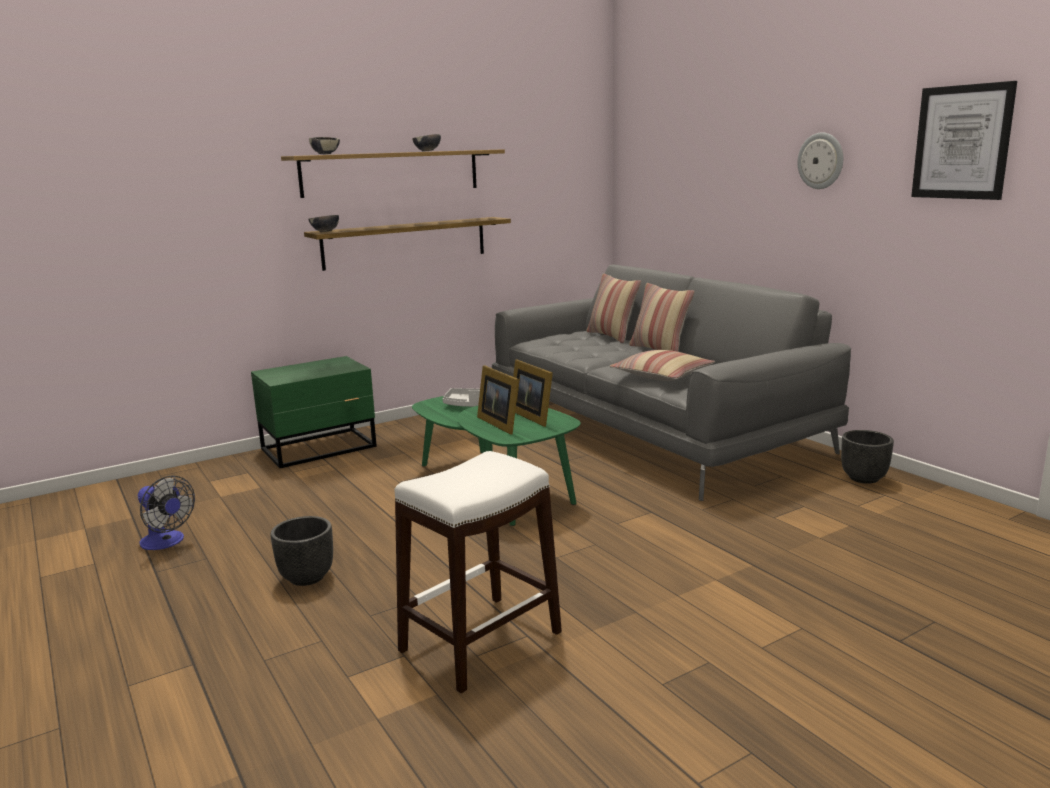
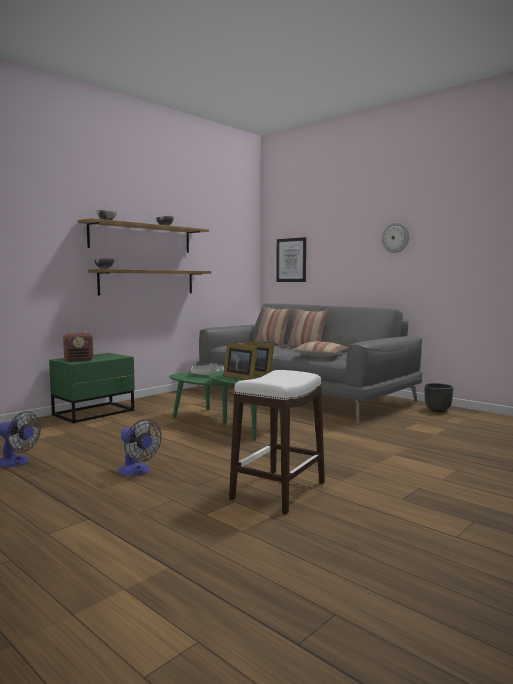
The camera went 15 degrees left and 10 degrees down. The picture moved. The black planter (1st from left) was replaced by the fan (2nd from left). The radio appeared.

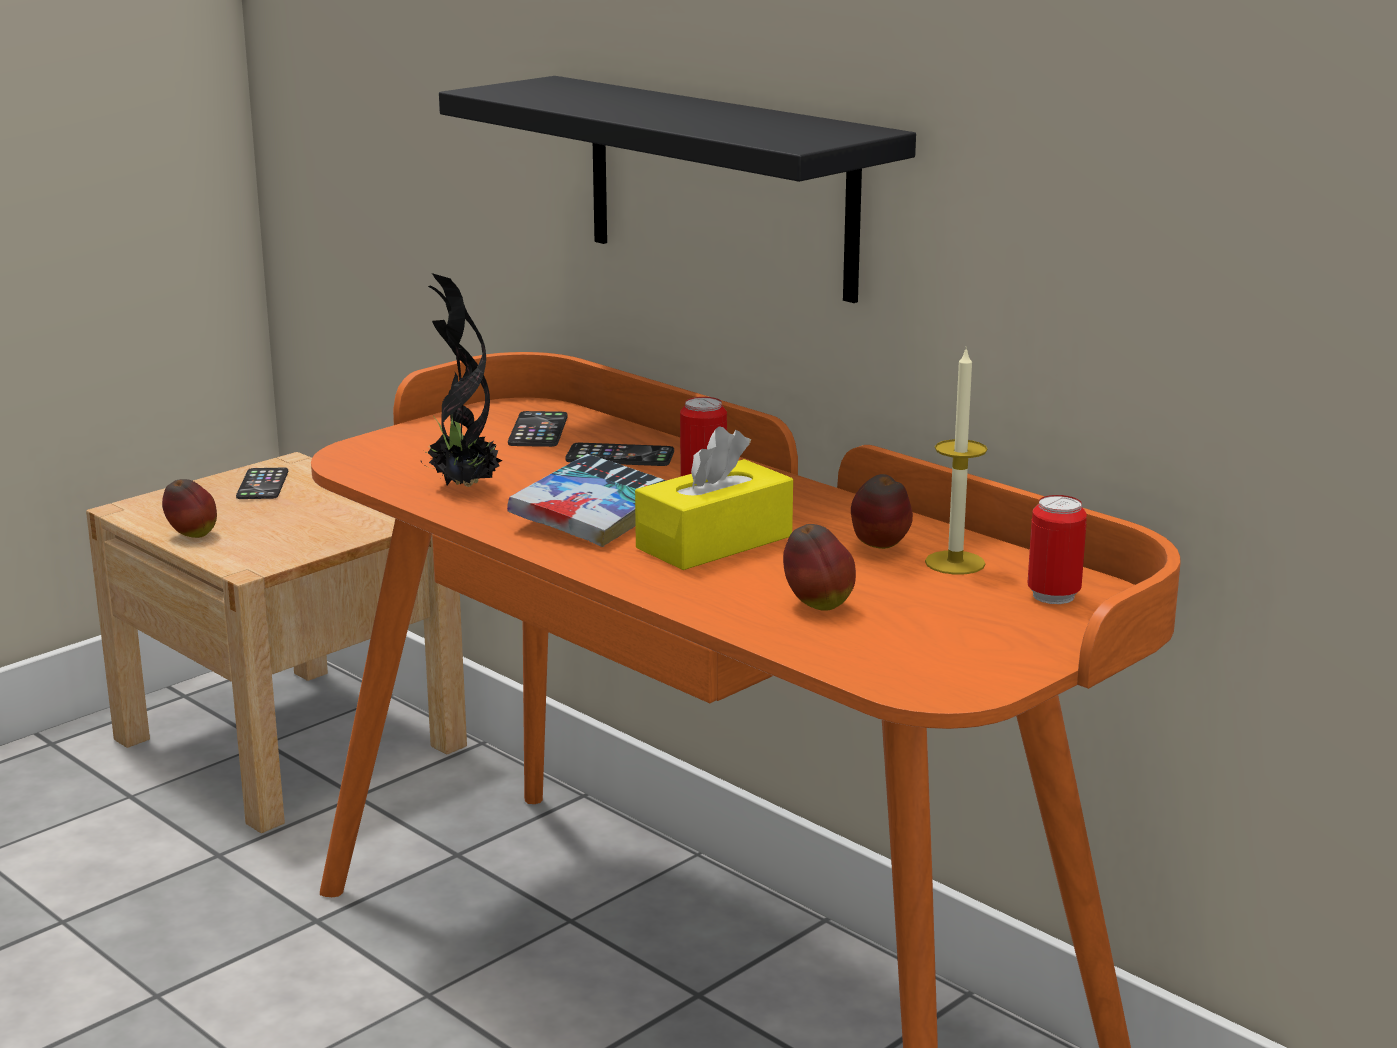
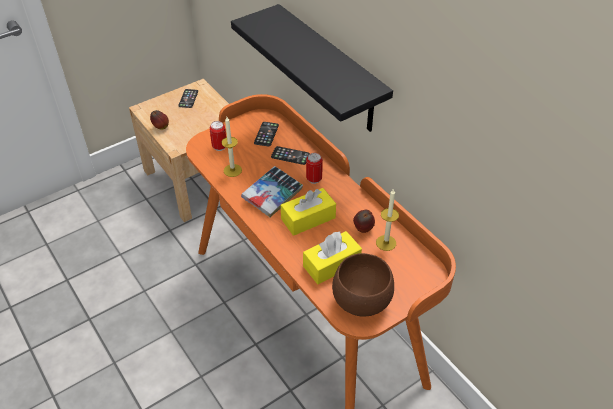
The camera went 10 degrees right and 25 degrees up. The potted plant was replaced by the candle (1st from left). The can (2nd from left in the first image) moved. The apple (2nd from left) was replaced by the yellow tissue box (2nd from left). The brown bowl appeared.

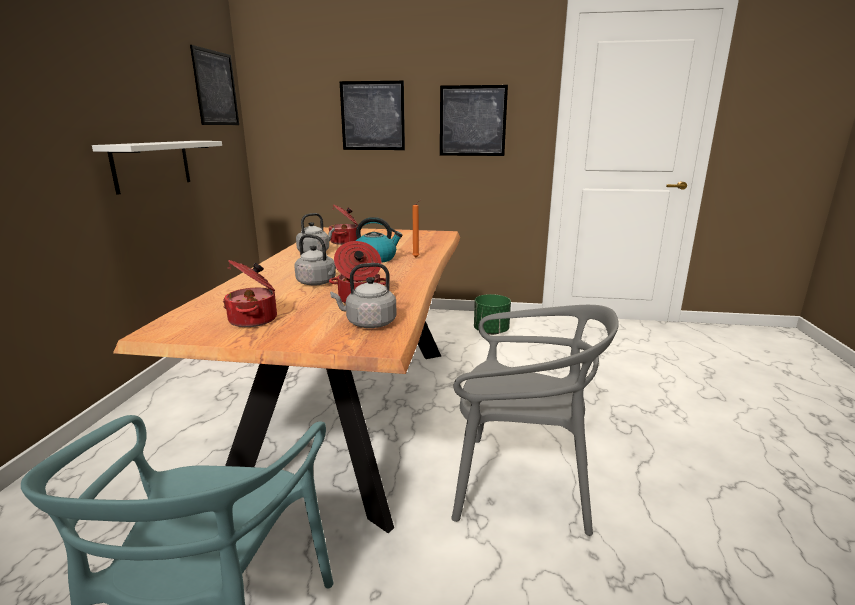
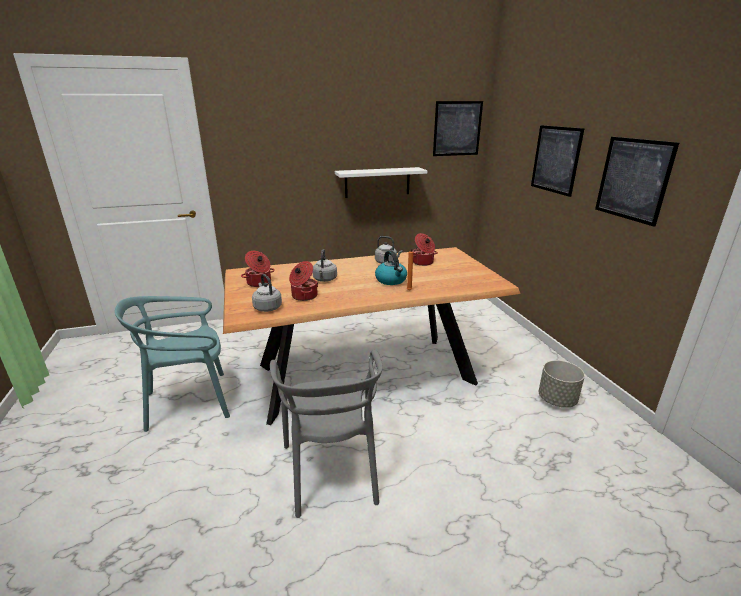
The camera went 65 degrees right and 5 degrees up. The green planter became the grey planter.

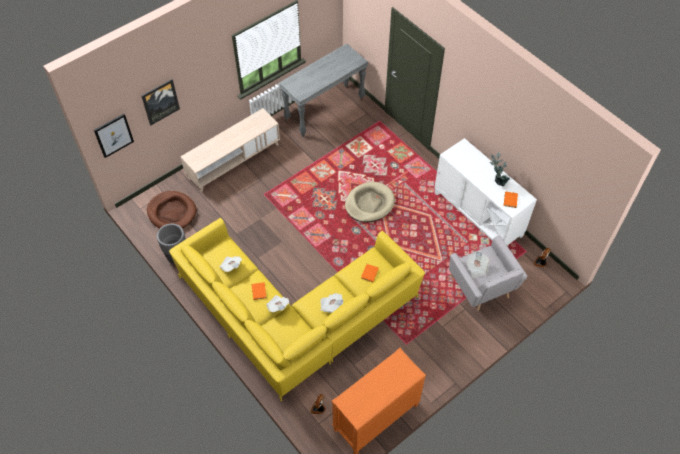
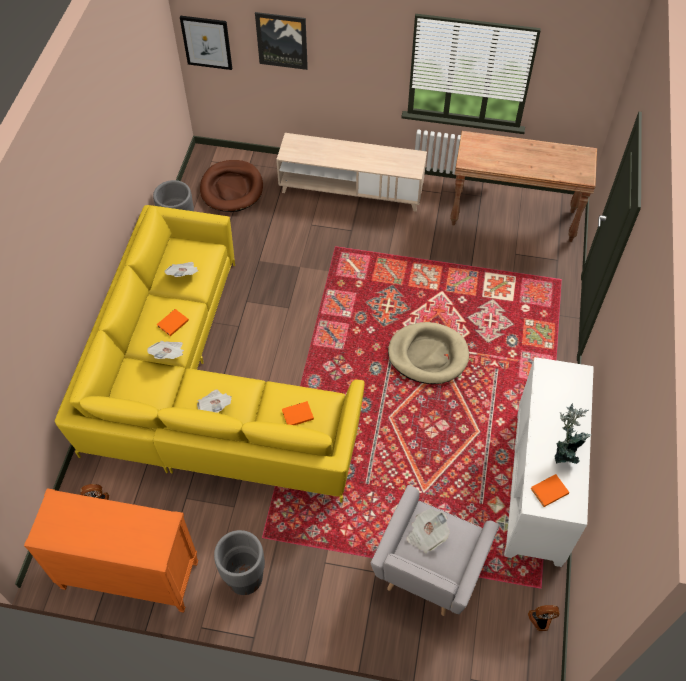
The camera went 50 degrees right and 0 degrees up. The grey console table became the brown console table. The grey planter (2nd from left) appeared.

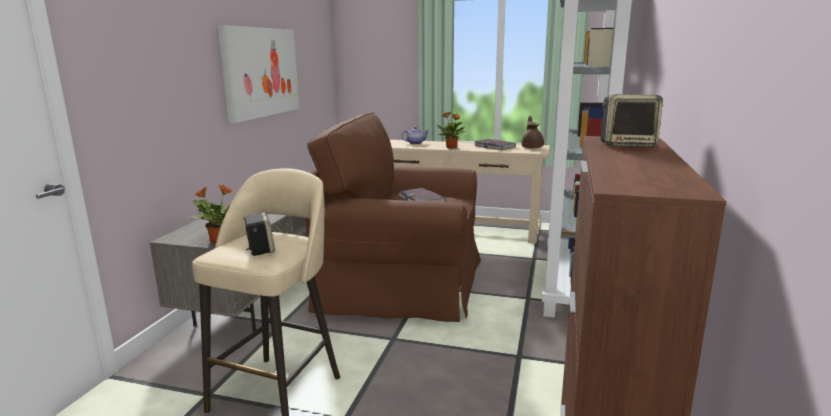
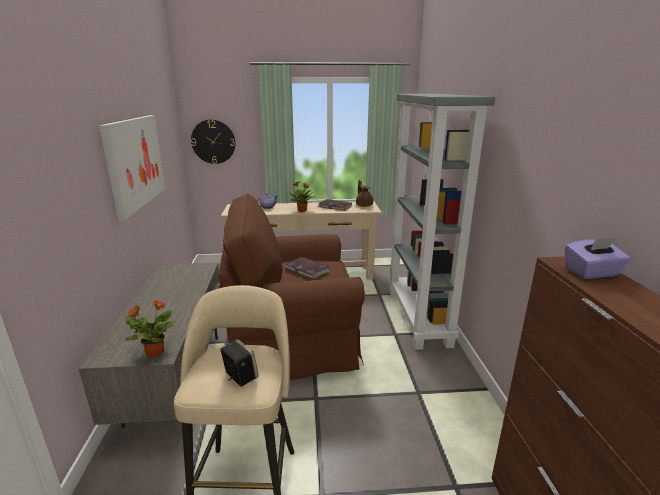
The camera went 20 degrees left and 5 degrees up. The speaker (2nd from left) was replaced by the purple tissue box. The wall clock appeared.

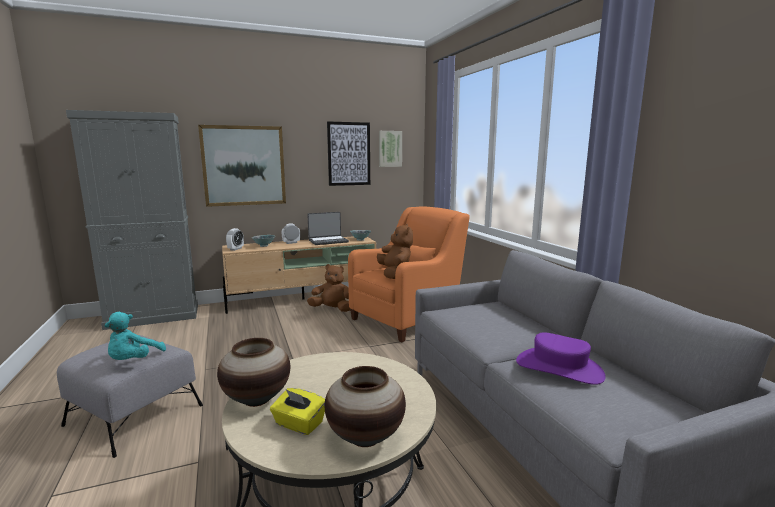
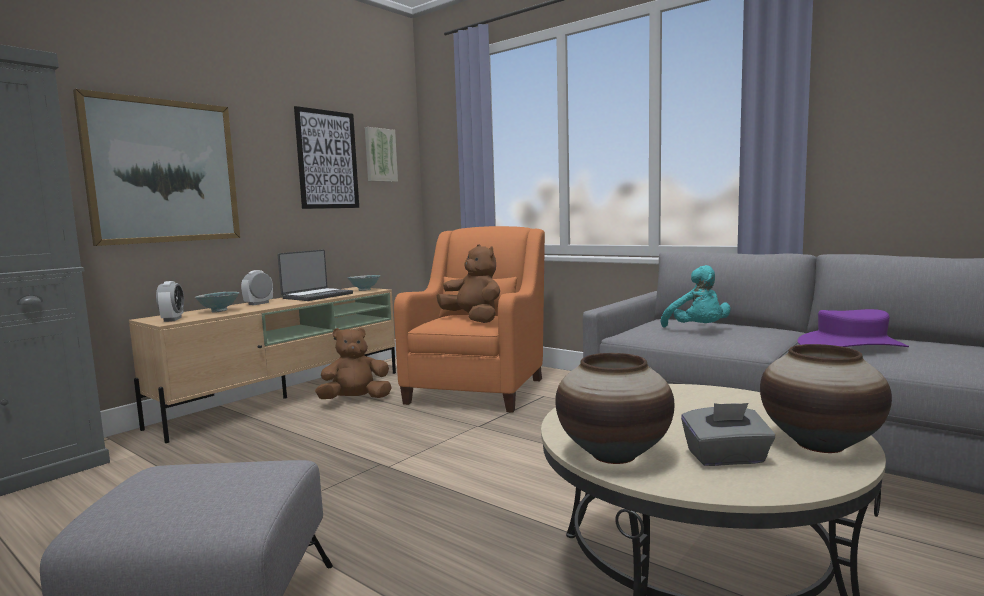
The camera went 30 degrees left and 5 degrees down. The turquoise plush toy moved. The yellow tissue box became the grey tissue box.

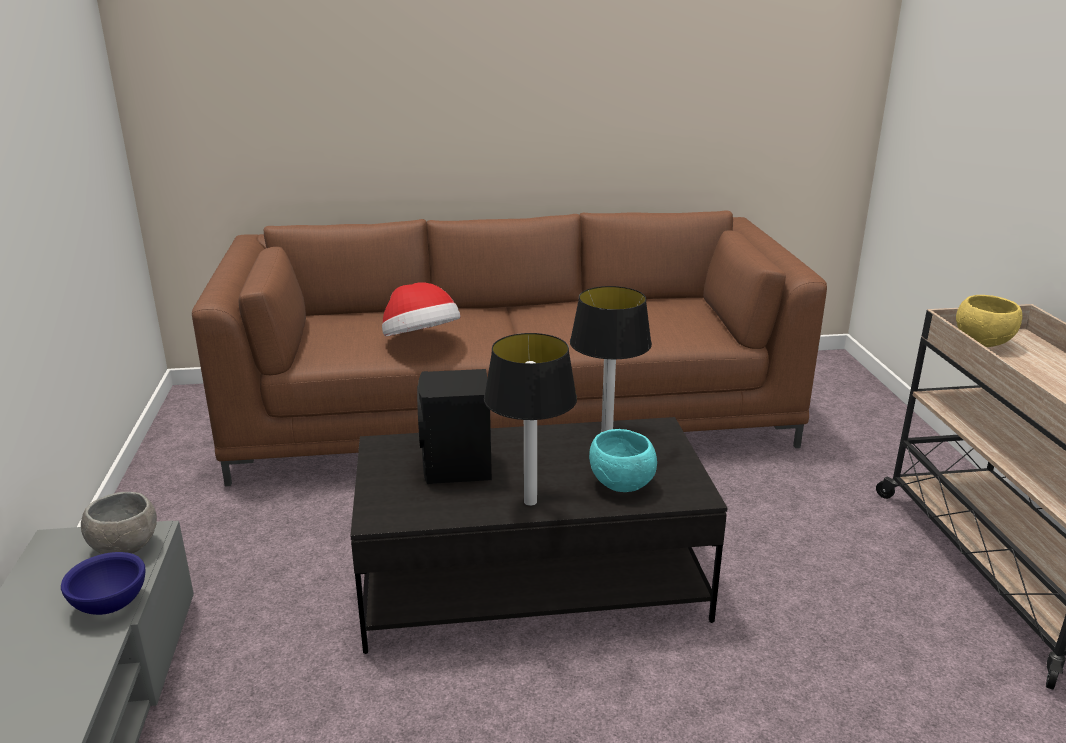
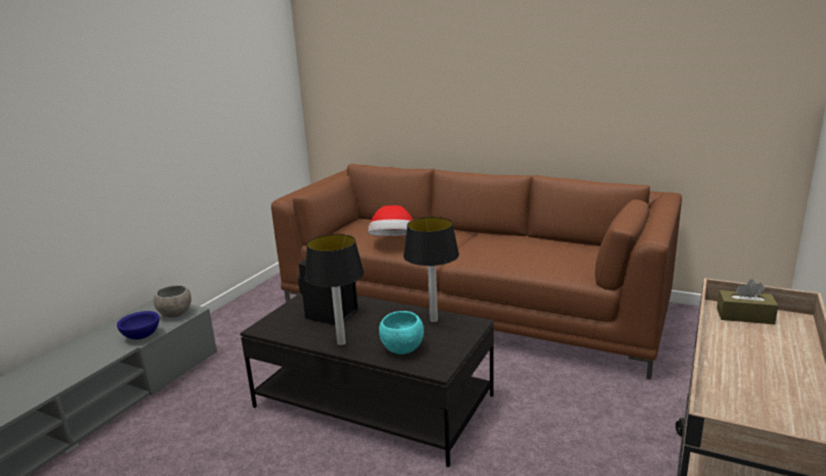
The camera went 35 degrees right and 5 degrees down. The yellow bowl was replaced by the brown tissue box.

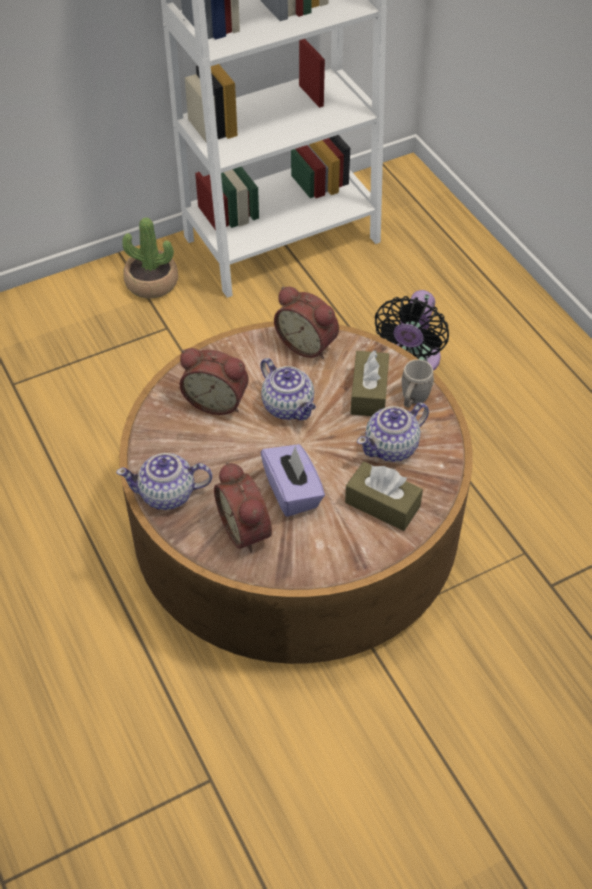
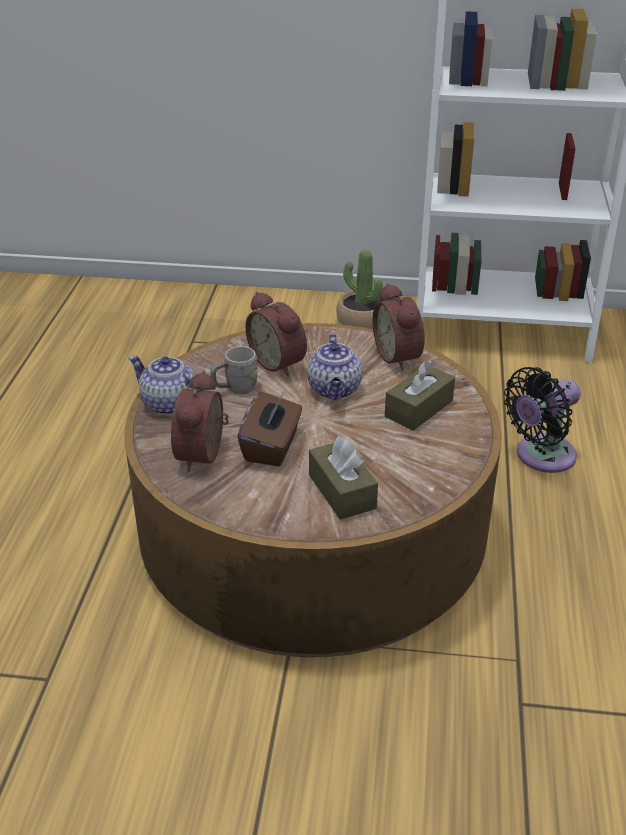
The camera went 35 degrees right and 15 degrees down. The grey mug moved. The teapot (3rd from left) disappeared. The purple tissue box became the brown tissue box (1st from left).

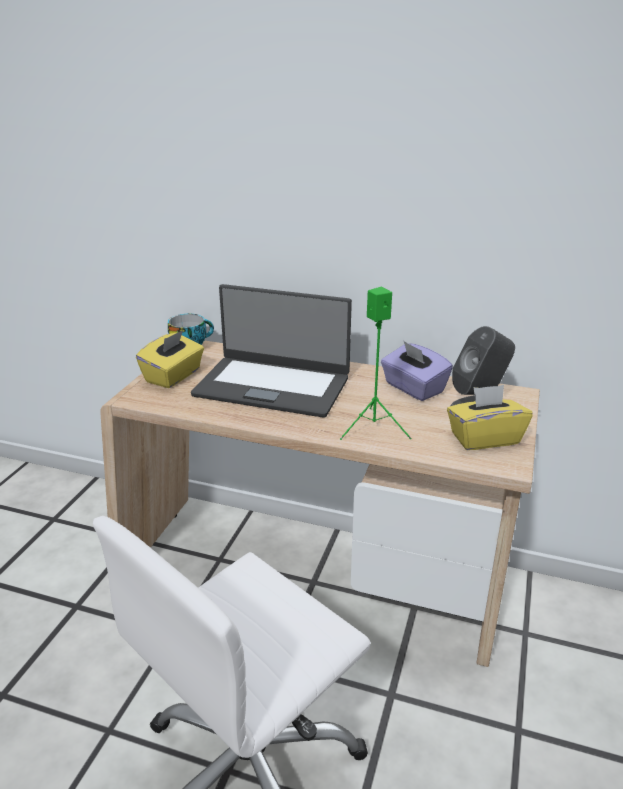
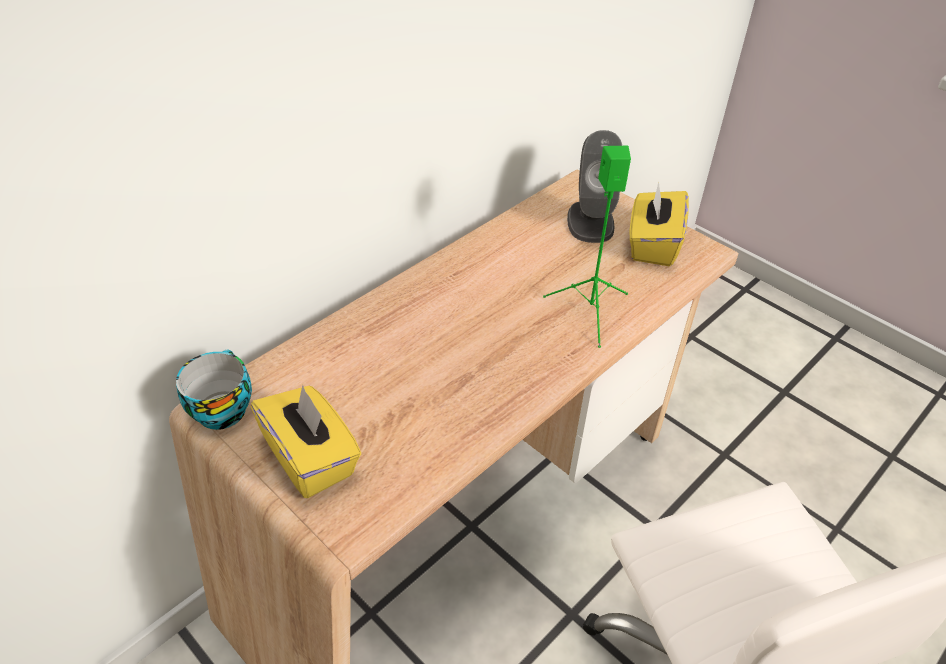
The camera went 65 degrees left and 15 degrees up. The laptop disappeared. The purple tissue box disappeared.

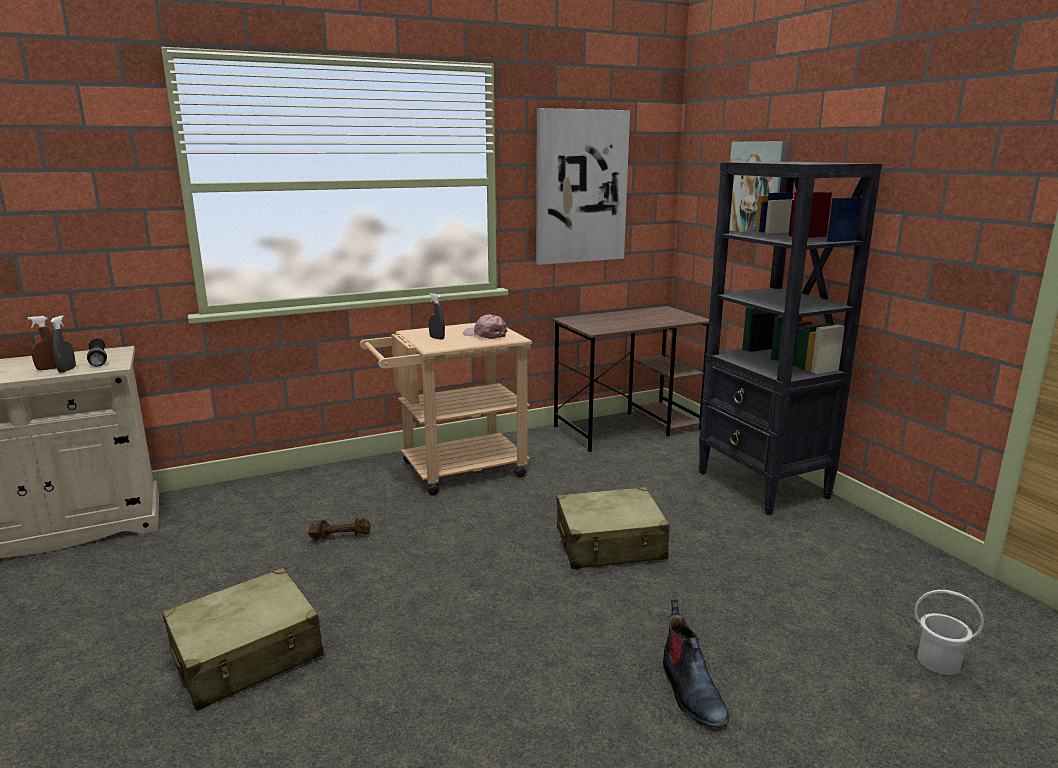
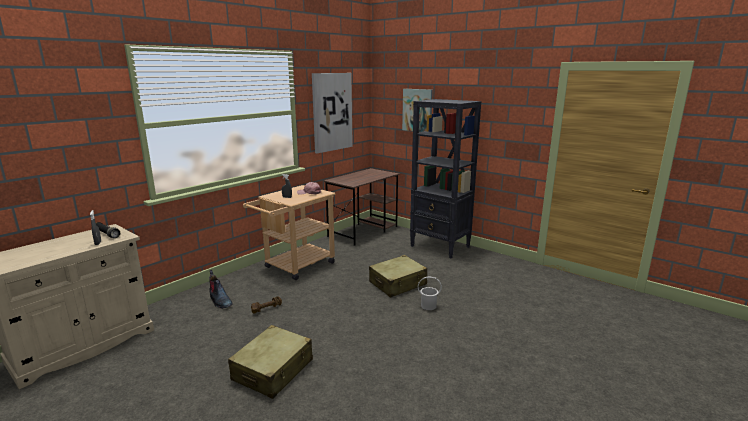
The camera went 25 degrees left and 0 degrees up. The brown spray bottle disappeared. The white bucket moved. The boot moved.

